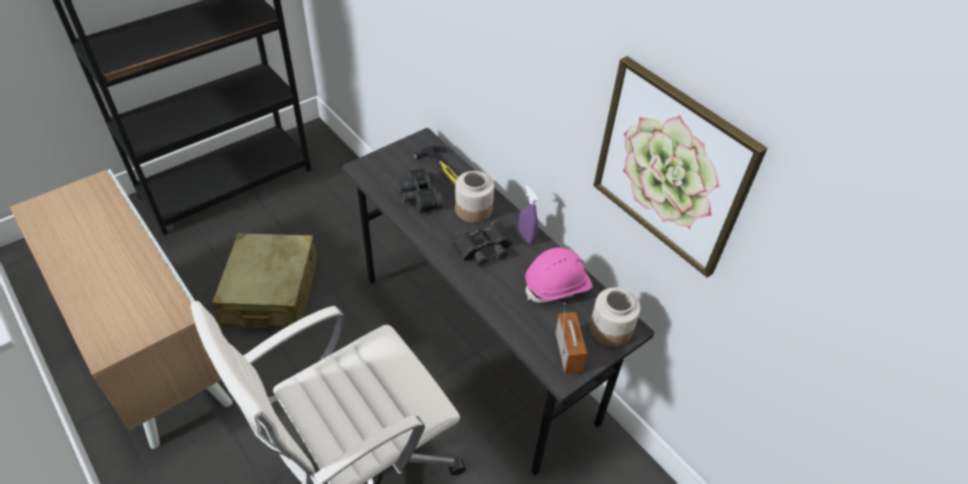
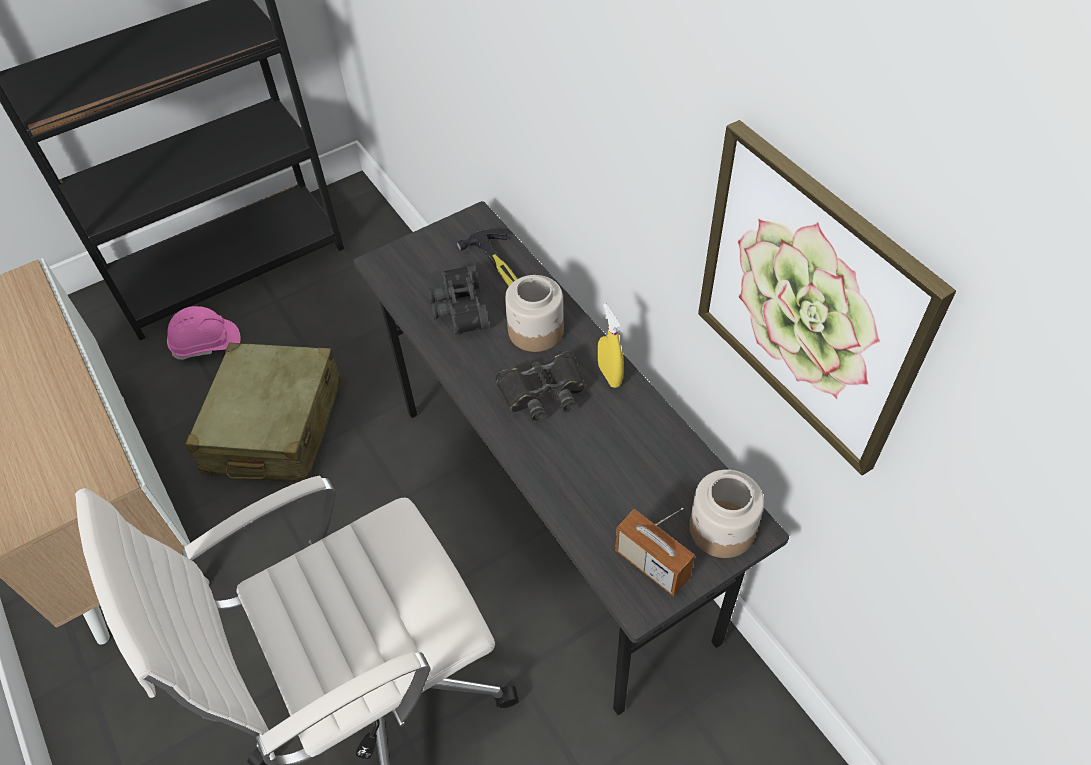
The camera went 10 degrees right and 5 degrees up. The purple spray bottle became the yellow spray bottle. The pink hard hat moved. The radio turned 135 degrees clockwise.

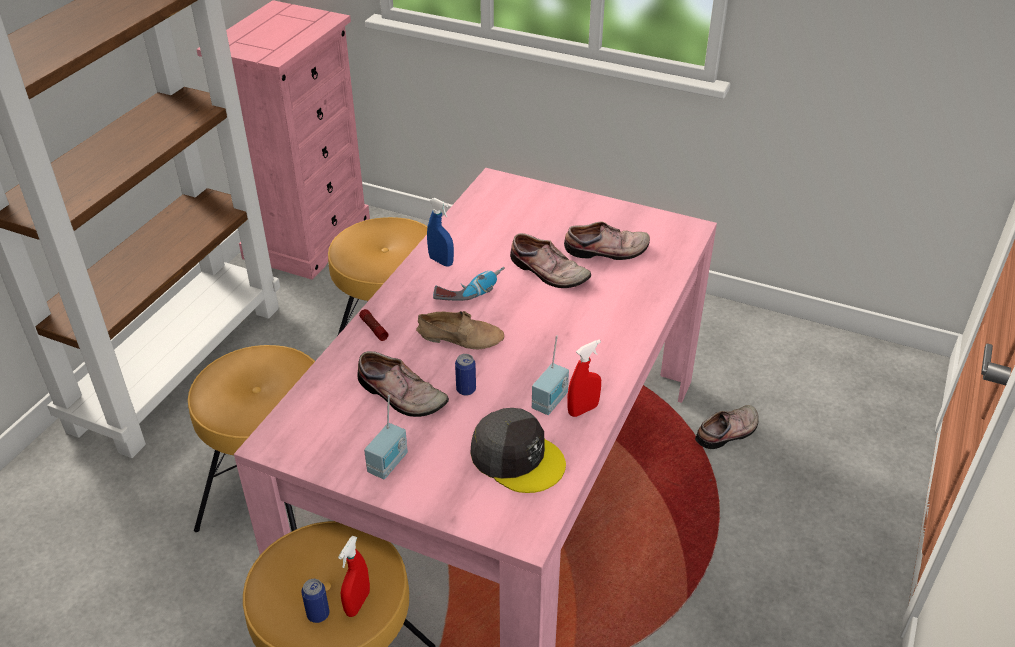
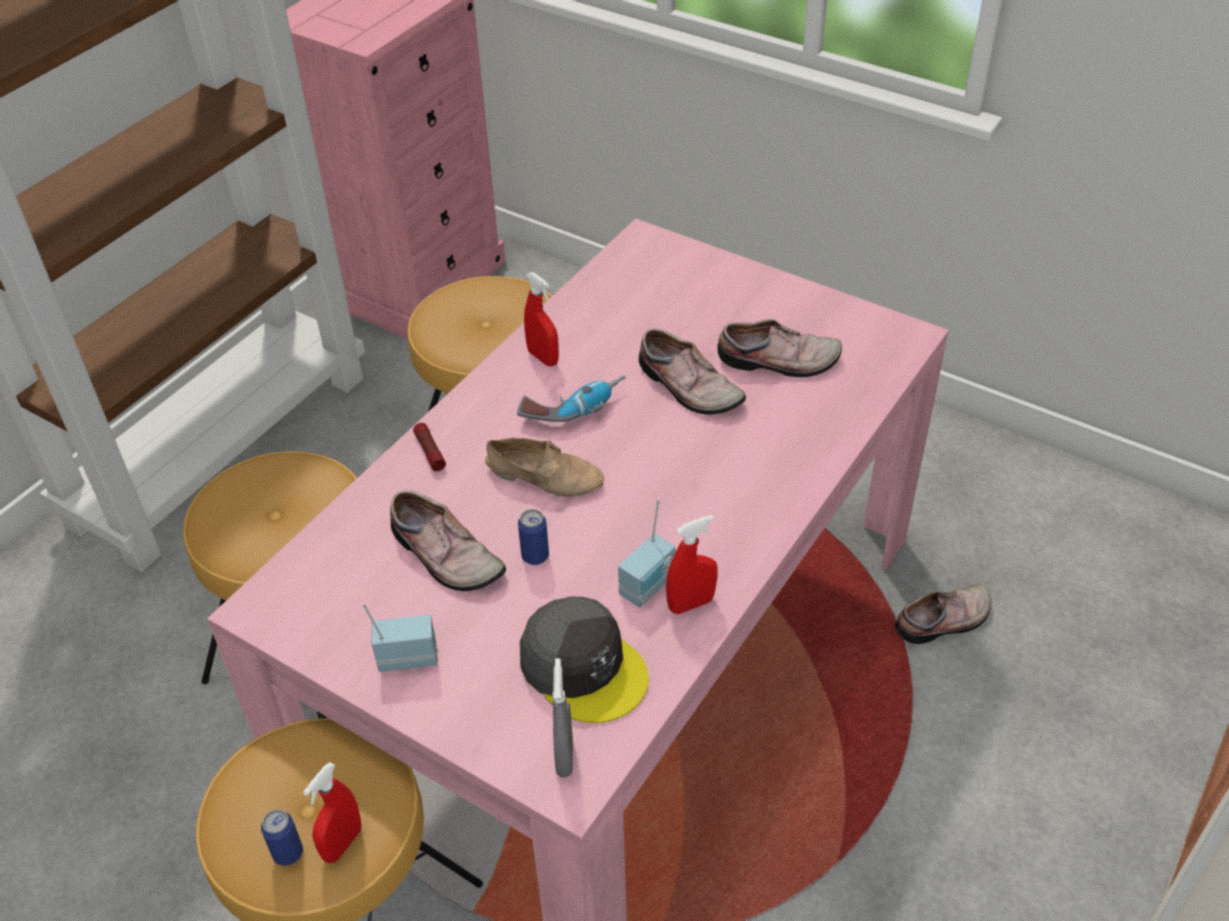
The camera went 10 degrees right and 5 degrees up. The blue spray bottle became the red spray bottle (2nd from left). The radio (1st from left) turned 135 degrees counterclockwise. The grey spray bottle appeared.

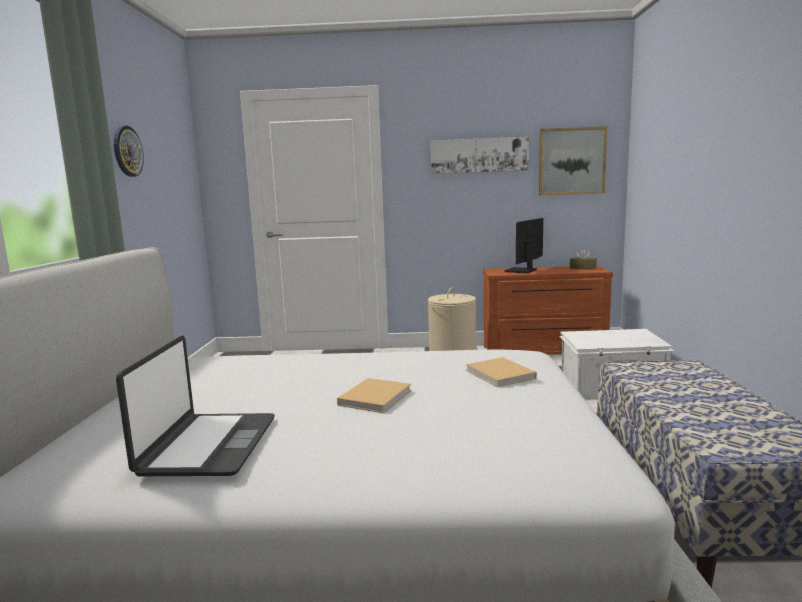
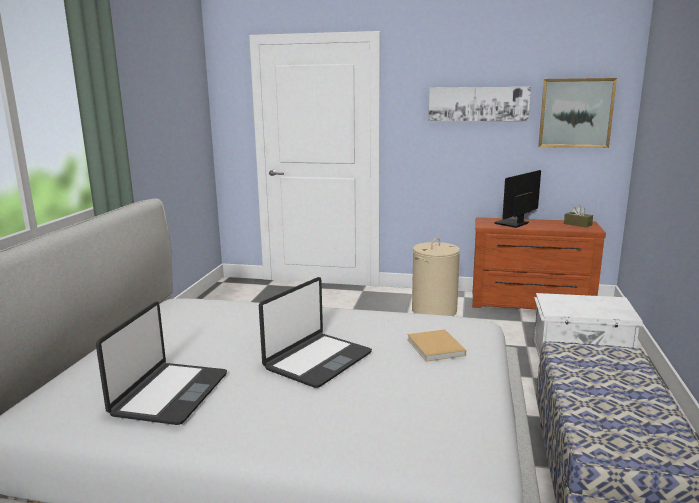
The camera went 10 degrees right and 5 degrees up. The wall clock disappeared. The beige book (1st from left) was replaced by the laptop (2nd from left).

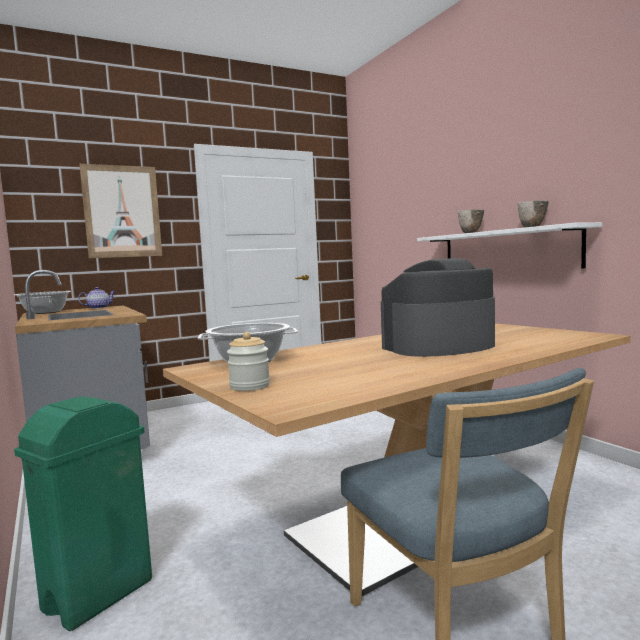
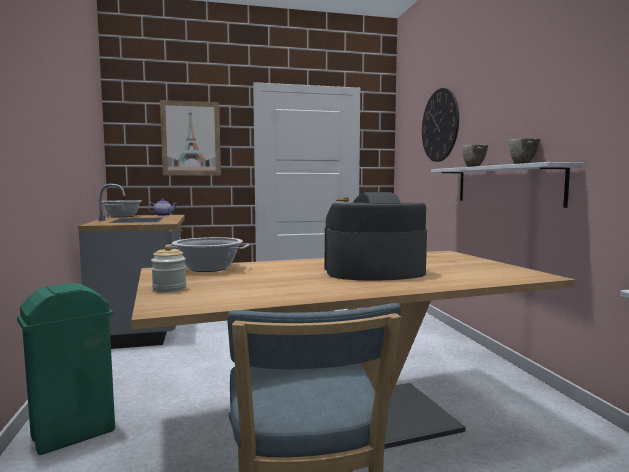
The camera went 15 degrees right and 0 degrees up. The wall clock appeared.

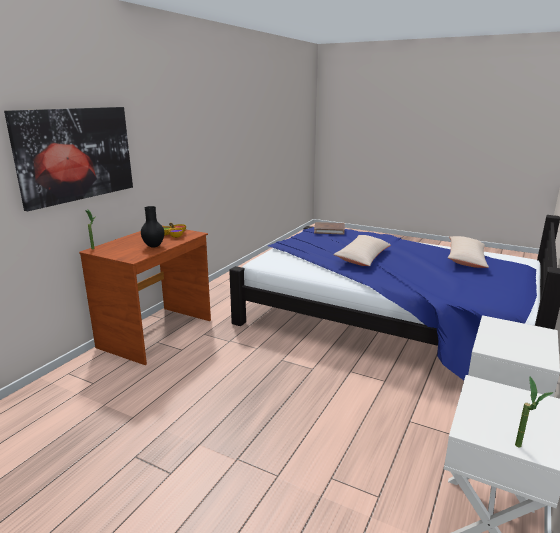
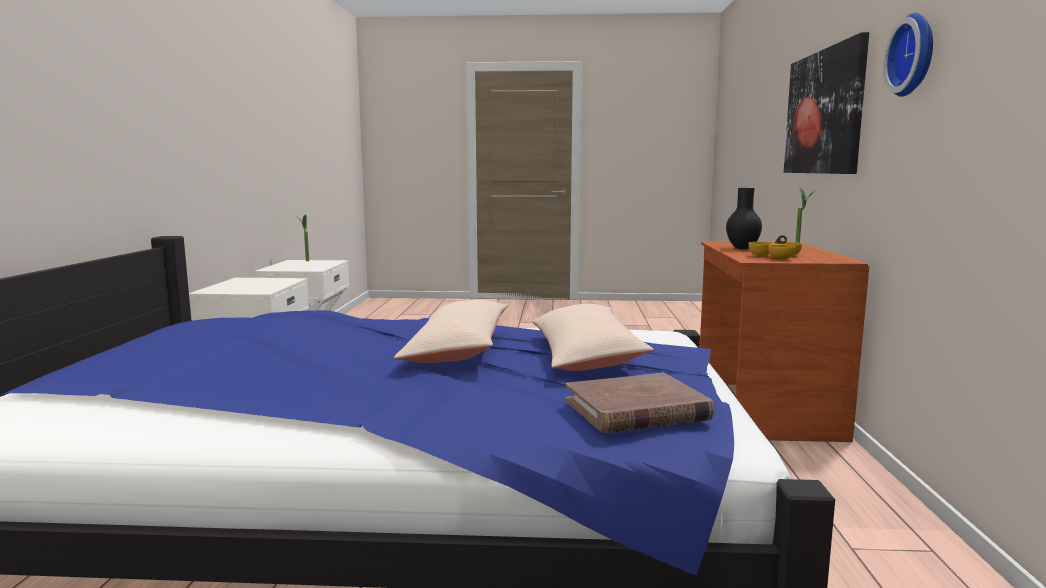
The camera went 155 degrees right and 10 degrees down. The beige pillow (2nd from left) moved. The wall clock appeared.

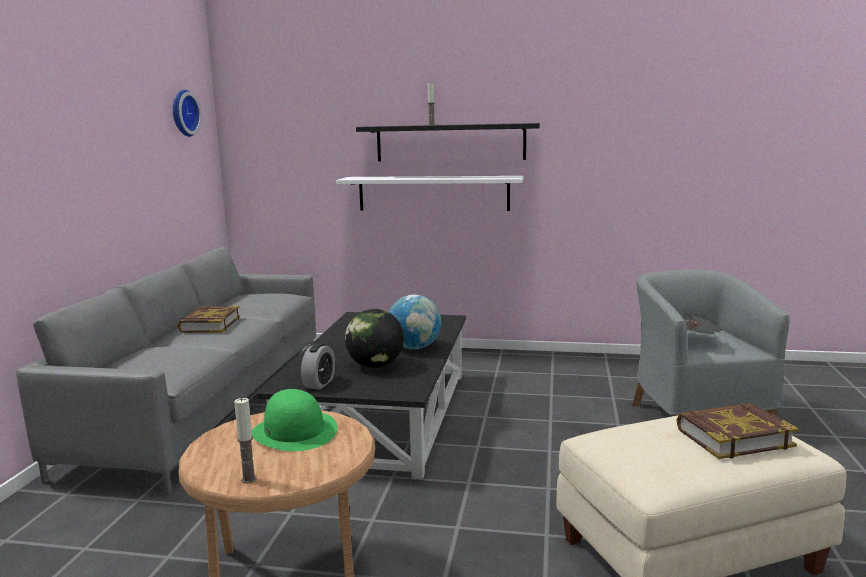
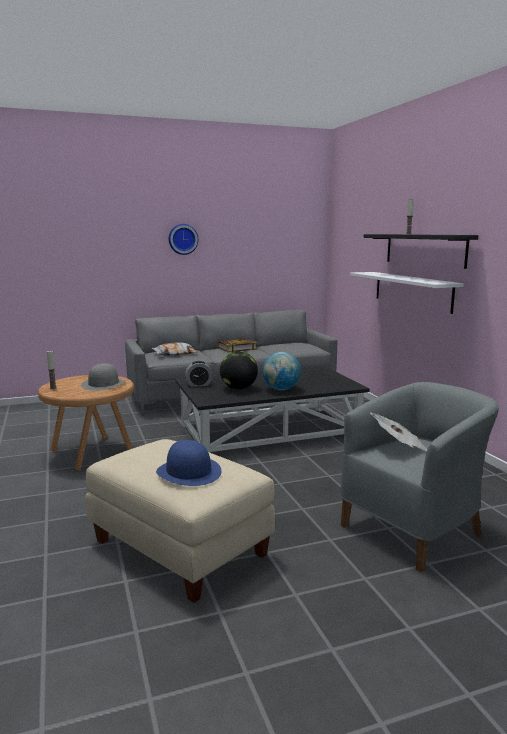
The camera went 60 degrees right and 0 degrees up. The wall clock moved. The green hat became the grey hat. The book (2nd from left) was replaced by the blue hat. The pillow appeared.

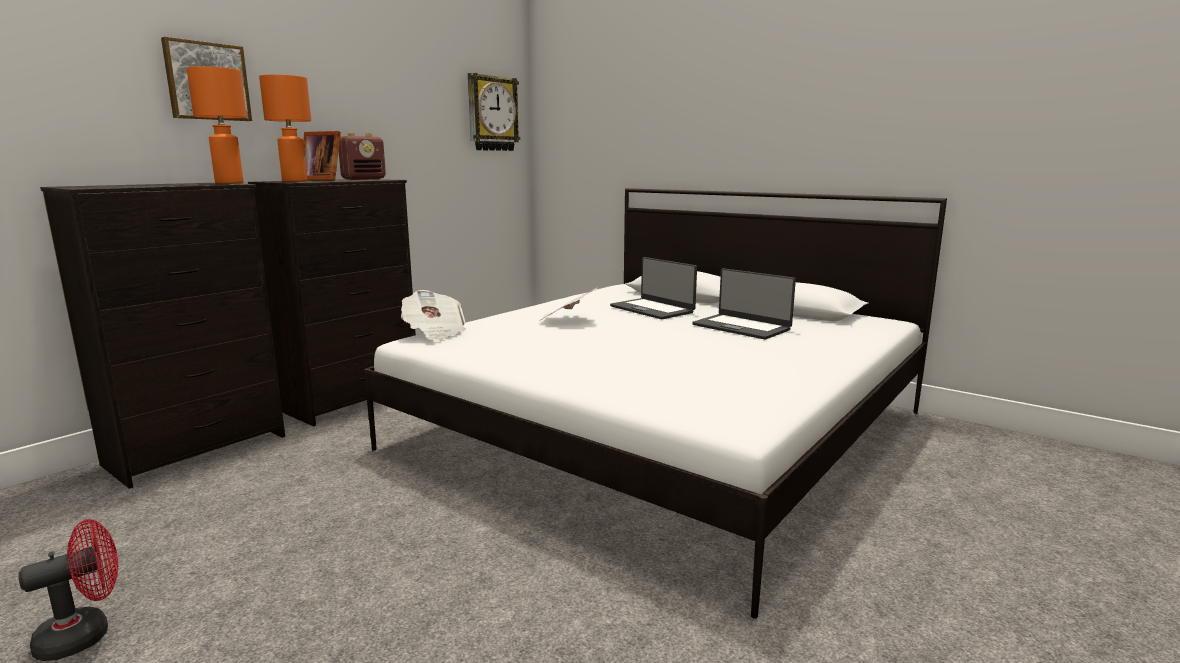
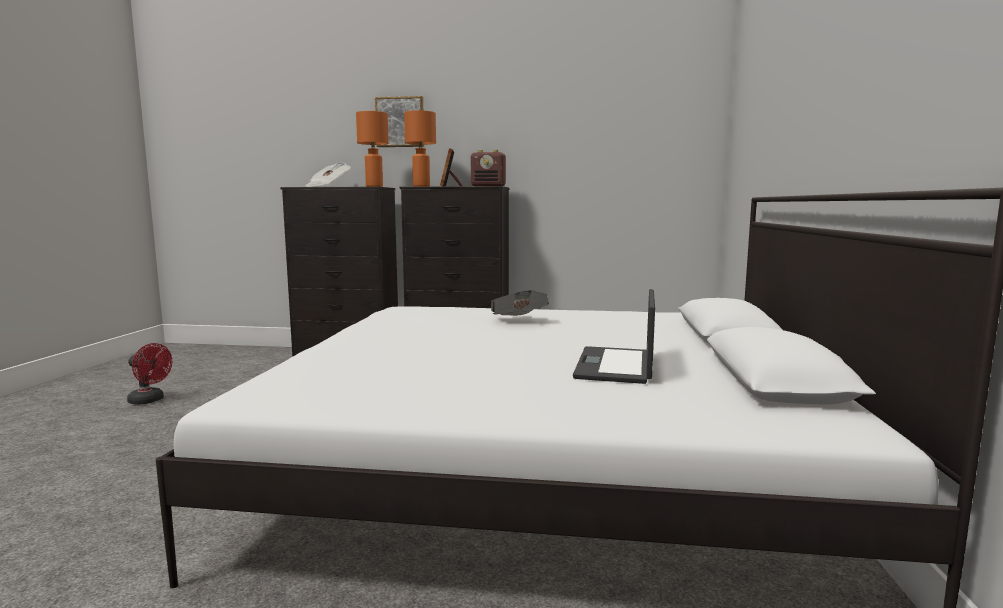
The camera went 60 degrees right and 5 degrees down. The wall clock disappeared. The laptop (1st from left) disappeared. The newspaper (1st from left) moved.

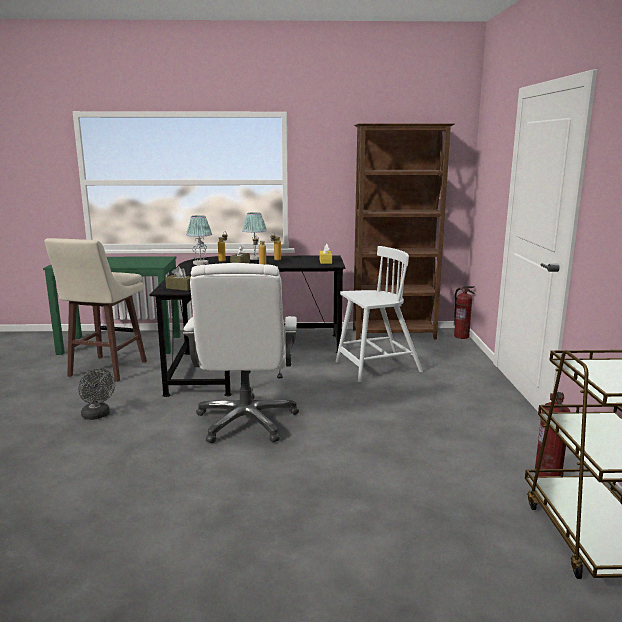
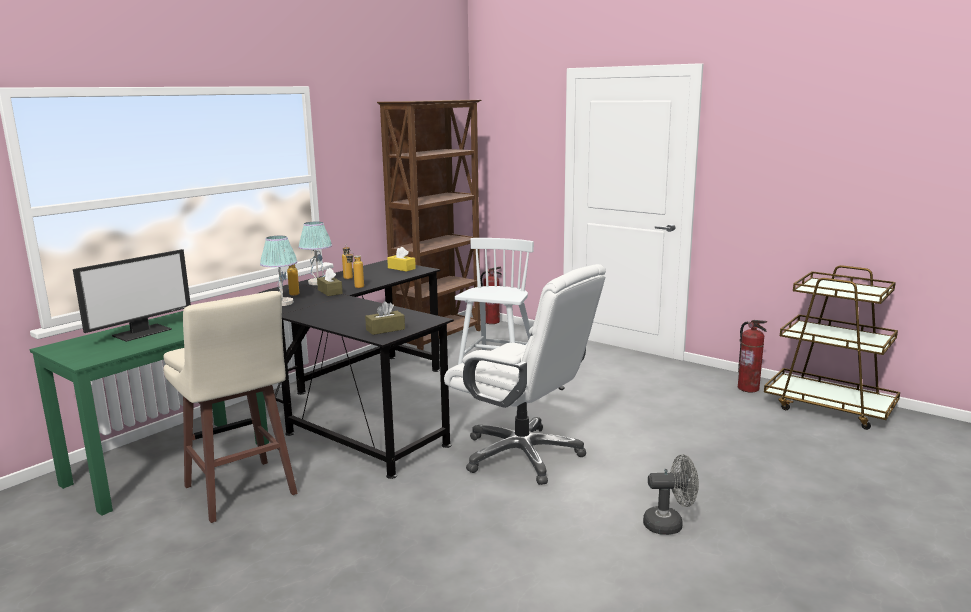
The camera went 50 degrees left and 0 degrees up. The grey fan moved. The monitor appeared.

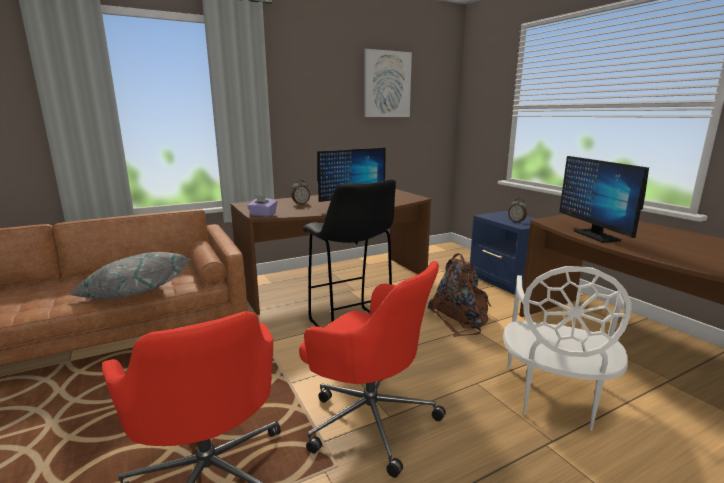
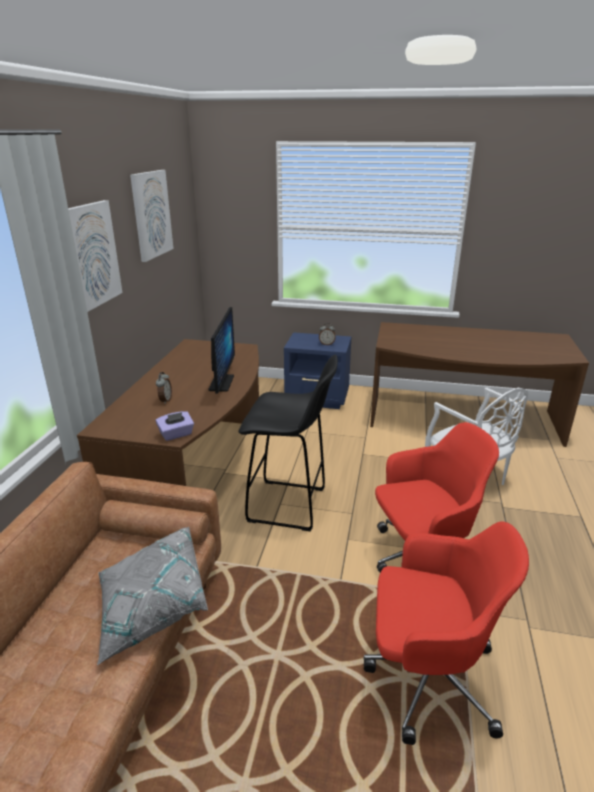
The camera went 50 degrees left and 10 degrees up. The monitor (2nd from left) disappeared. The brown backpack disappeared. The picture (1st from left) appeared.

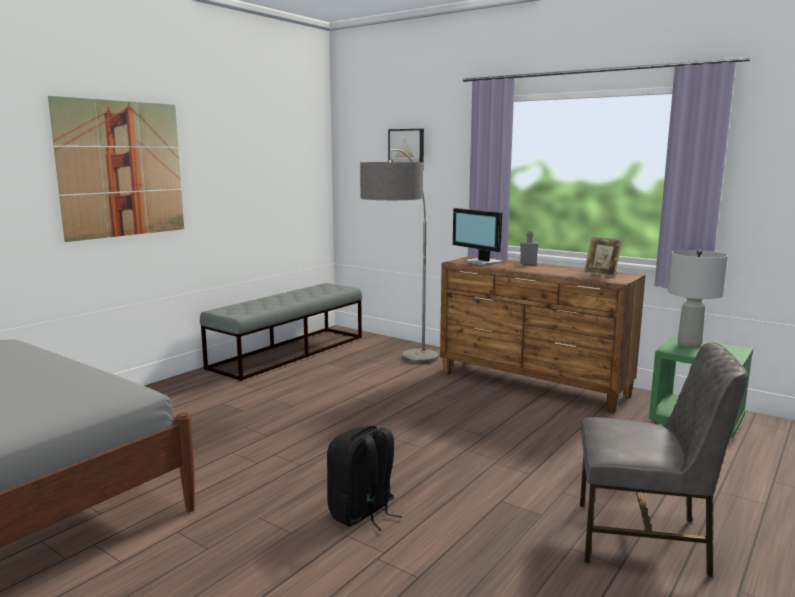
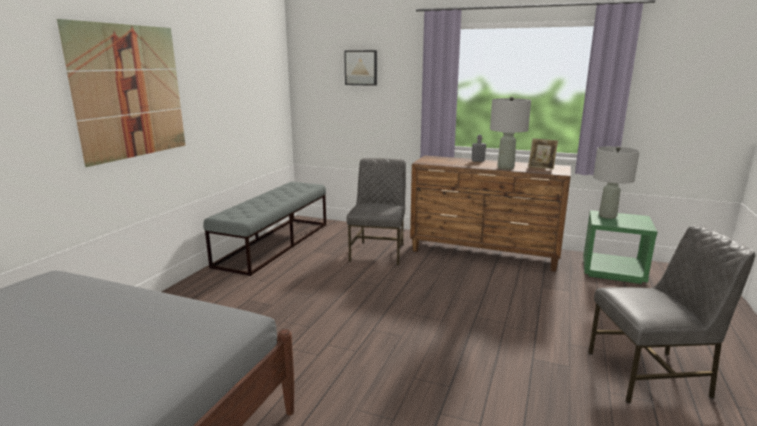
The camera went 15 degrees left and 5 degrees up. The floor lamp was replaced by the grey chair (1st from left). The monitor disappeared. The black backpack disappeared. The grey table lamp (1st from left) appeared.

